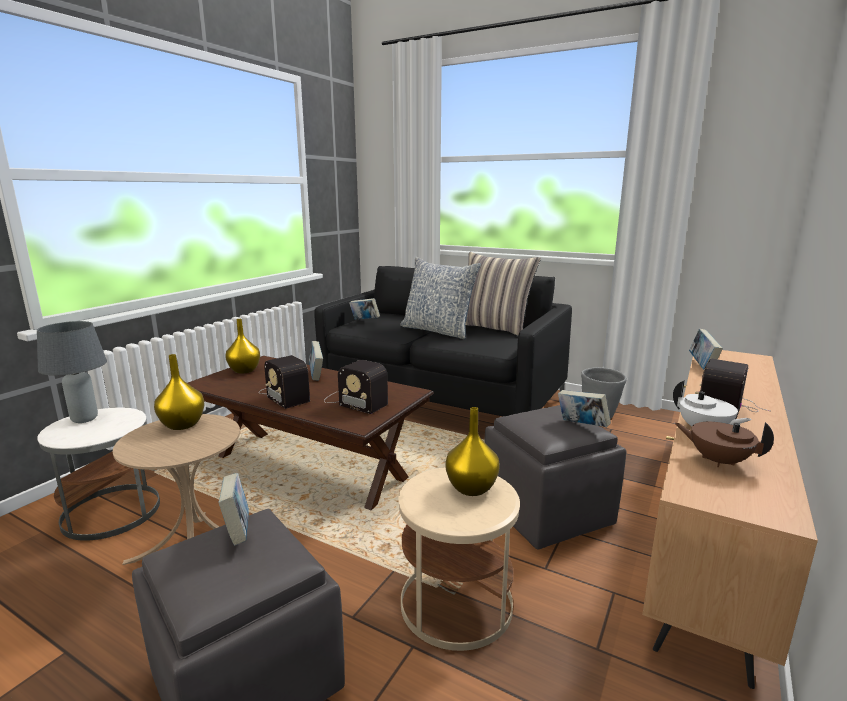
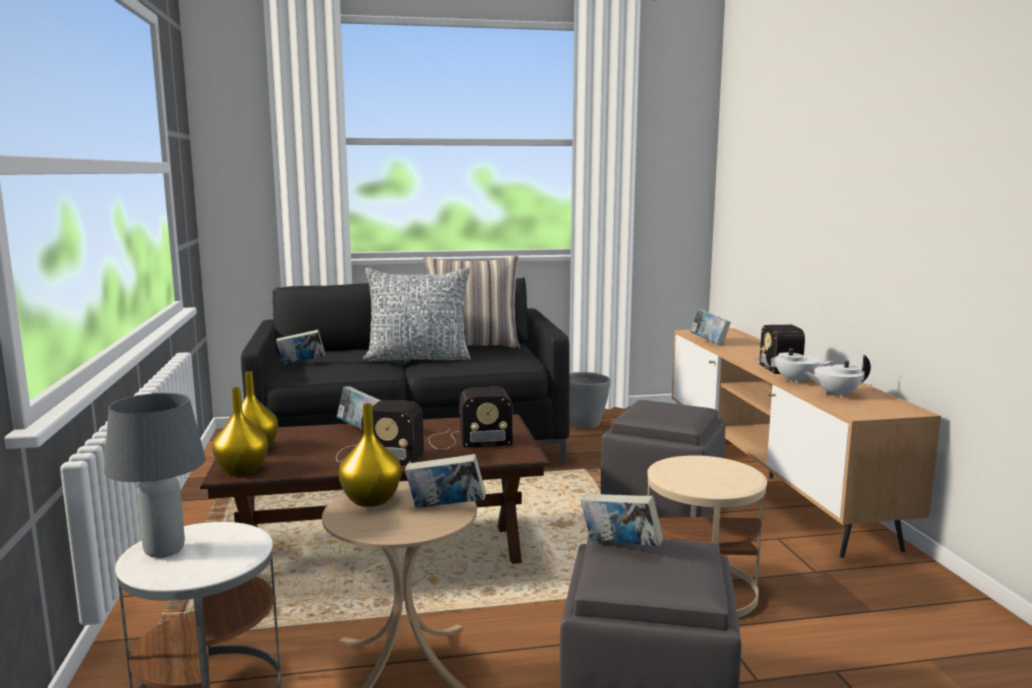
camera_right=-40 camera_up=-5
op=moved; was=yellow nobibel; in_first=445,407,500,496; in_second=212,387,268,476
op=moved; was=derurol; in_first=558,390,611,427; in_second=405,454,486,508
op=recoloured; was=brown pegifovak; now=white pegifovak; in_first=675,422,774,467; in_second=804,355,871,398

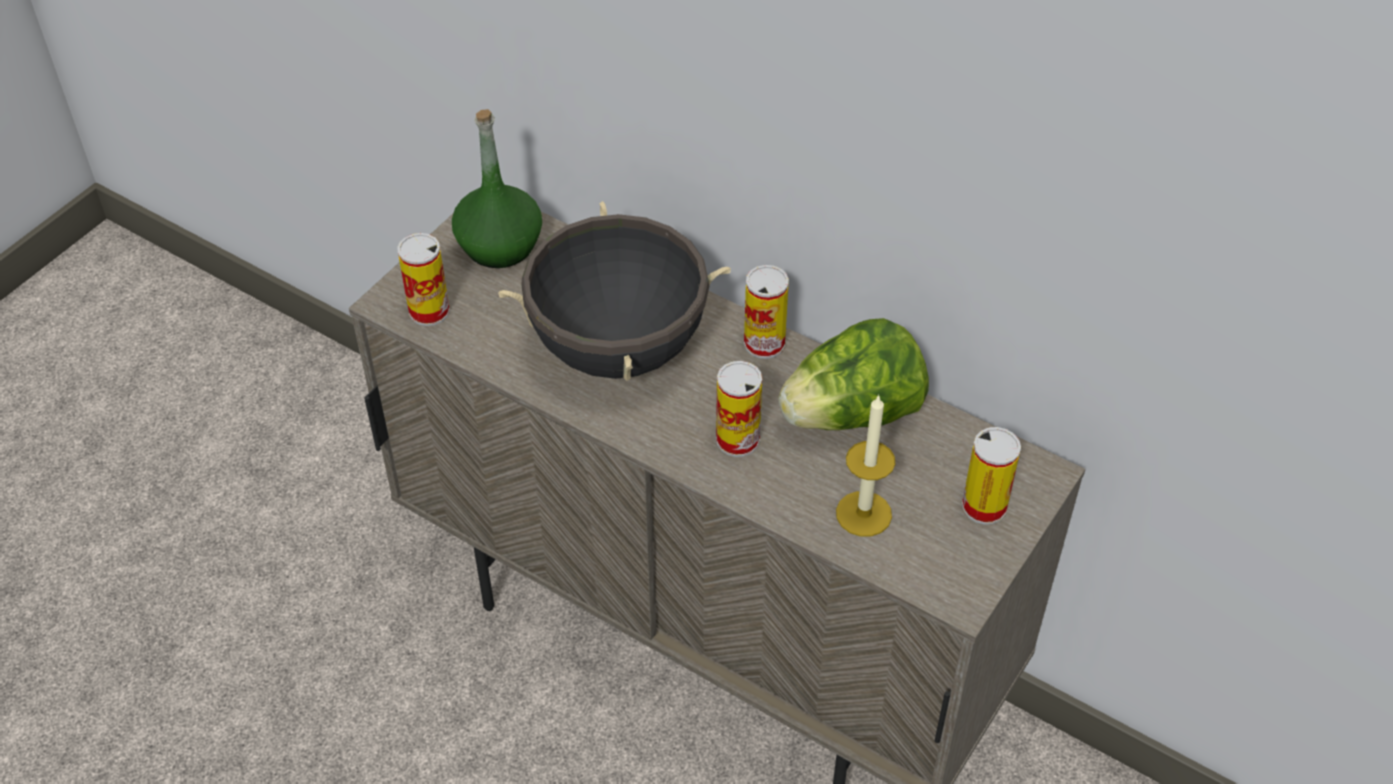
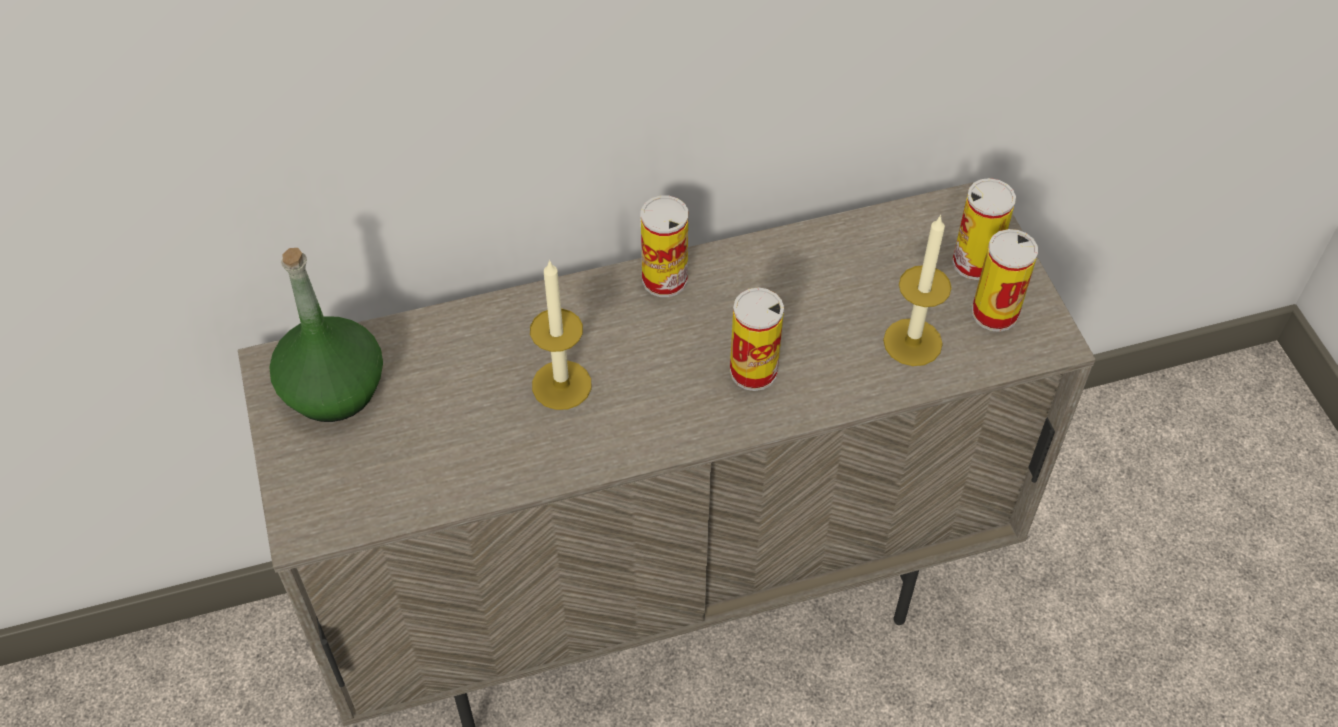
camera_right=-50 camera_up=5
op=replaced; was=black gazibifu; now=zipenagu; in_first=498,201,731,381; in_second=530,260,591,410
op=moved; was=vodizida; in_first=397,233,450,326; in_second=972,229,1038,332
op=removed; was=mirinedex; in_first=778,318,929,430

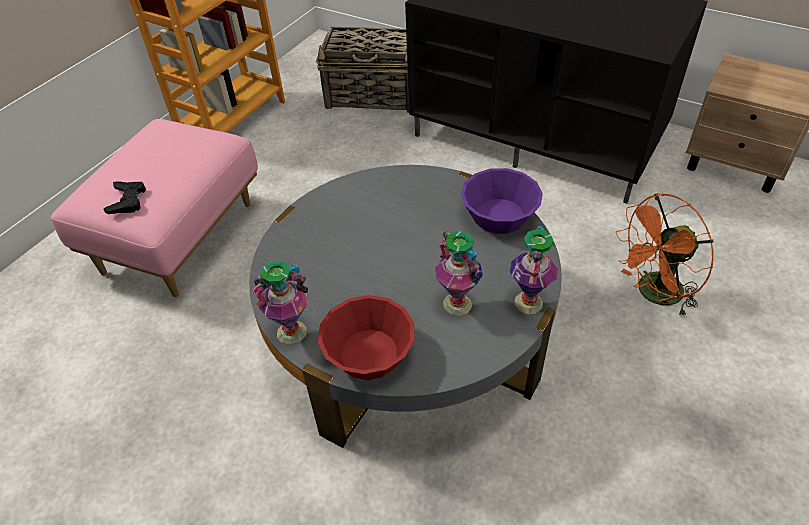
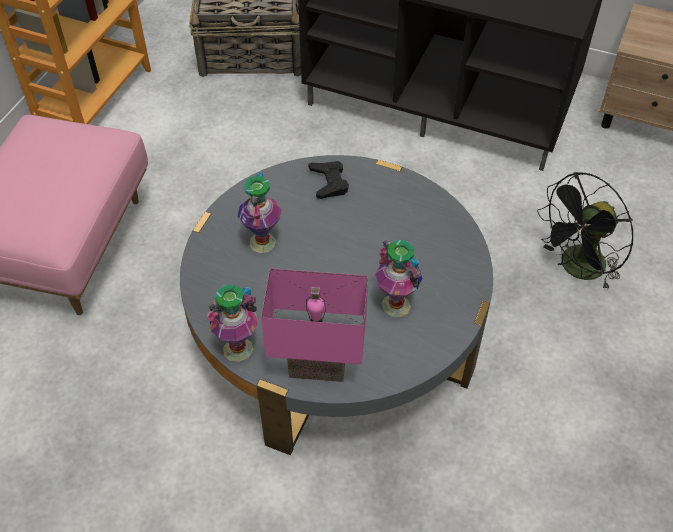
camera_right=-10 camera_up=5
op=moved; was=nobibel; in_first=510,226,558,314; in_second=237,173,282,253
op=replaced; was=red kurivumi; now=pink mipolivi; in_first=318,295,414,380; in_second=261,268,368,382
op=moved; was=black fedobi; in_first=104,181,146,214; in_second=309,161,349,199
op=recoloured; was=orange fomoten; now=black fomoten; in_first=616,193,714,317; in_second=537,172,633,290
op=removed; was=purple kurivumi; in_first=461,168,543,234

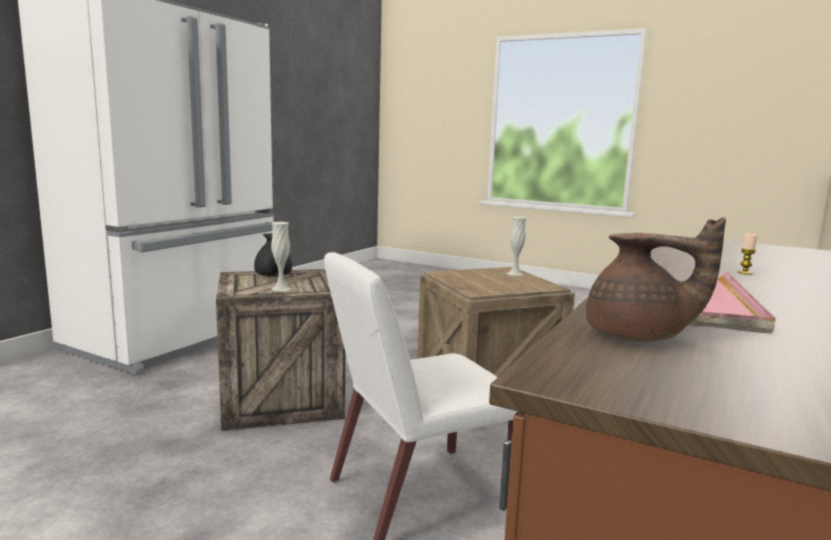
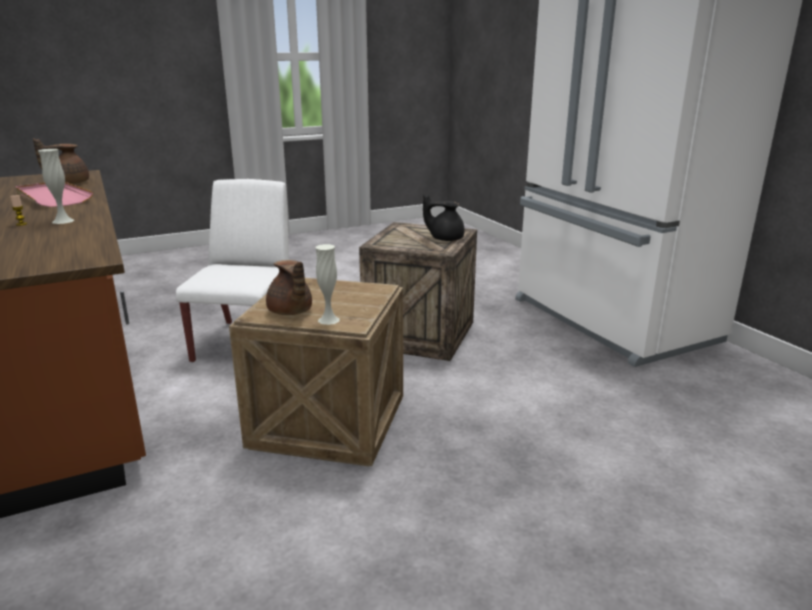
camera_right=125 camera_up=10
op=moved; was=white nobibel; in_first=271,222,291,291; in_second=38,149,74,224
op=added; now=brown pegifovak; in_second=266,260,312,315

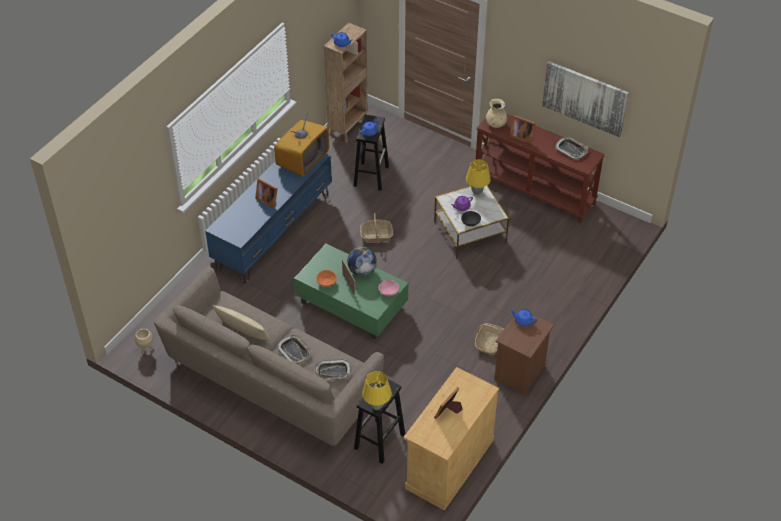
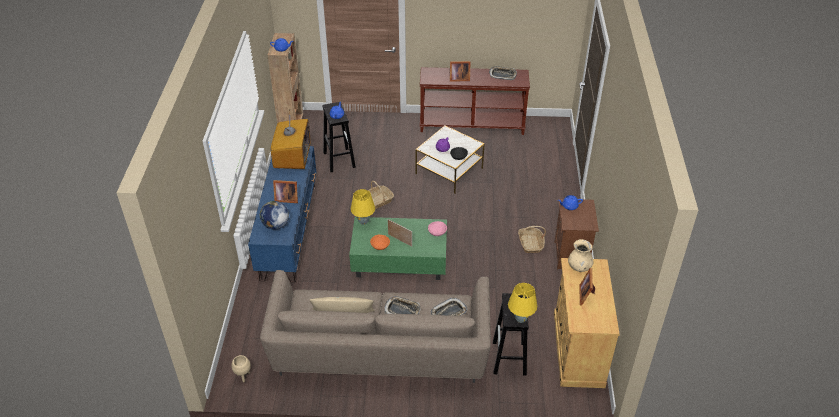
camera_right=-30 camera_up=-5
op=moved; was=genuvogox; in_first=347,247,377,276; in_second=259,201,289,230
op=moved; was=yellow mipolivi; in_first=466,159,491,195; in_second=351,189,375,225
op=moved; was=beige nobibel; in_first=486,98,507,128; in_second=568,239,593,272
op=removed; was=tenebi; in_first=542,61,628,137

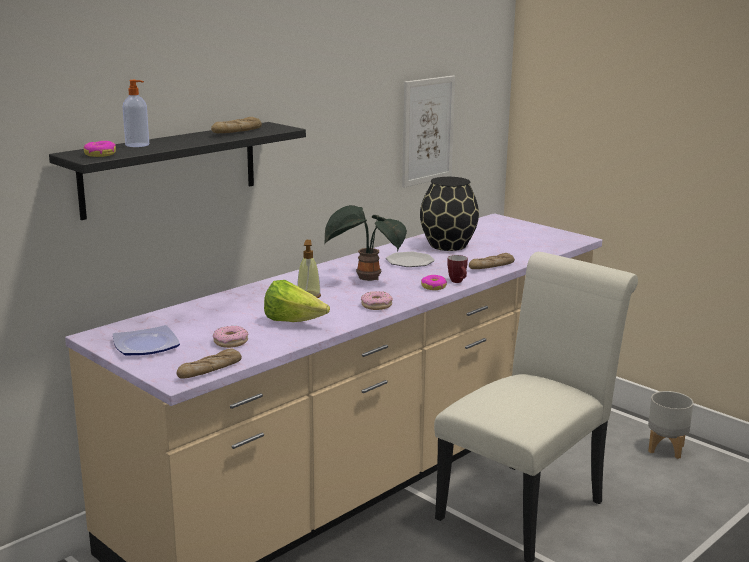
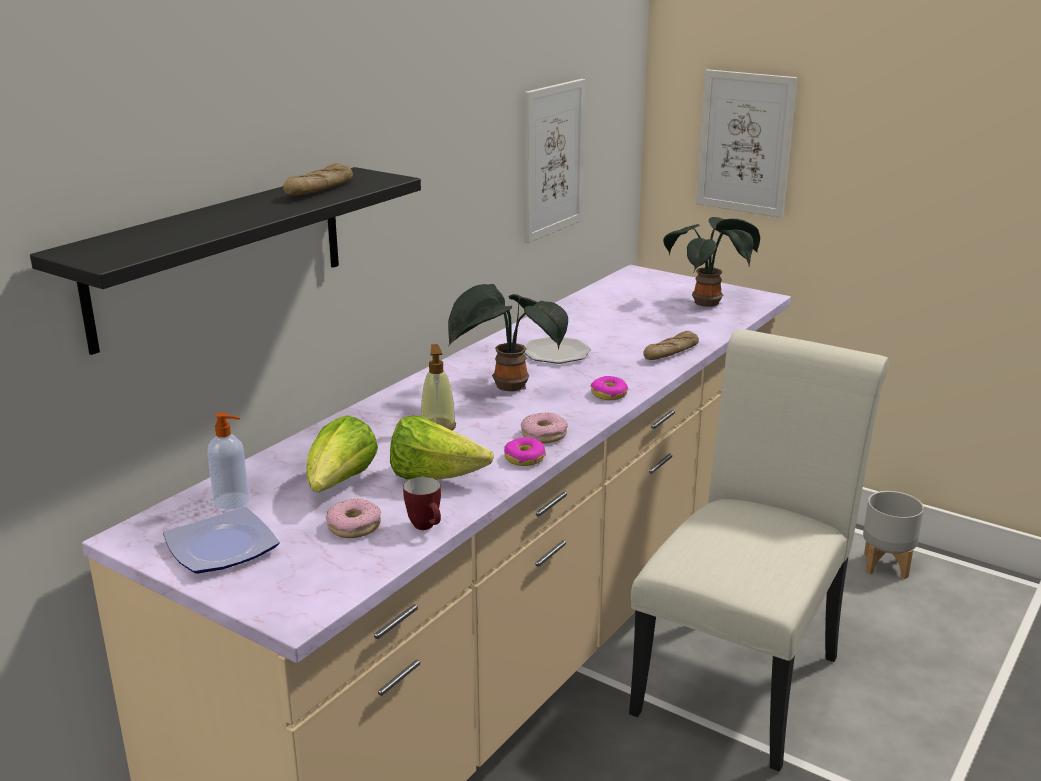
camera_right=-10 camera_up=5
op=moved; was=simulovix; in_first=123,80,149,147; in_second=207,412,249,509
op=added; now=mirinedex; in_second=306,415,378,492
op=moved; was=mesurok; in_first=447,255,468,283; in_second=403,477,441,530
op=moved; was=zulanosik; in_first=83,141,116,157; in_second=504,437,546,466
op=added; now=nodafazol; in_second=663,217,760,307
op=added; now=tenebi; in_second=696,69,797,218
op=removed; was=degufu; in_first=177,348,242,379
op=removed; was=black nobibel; in_first=420,177,479,251

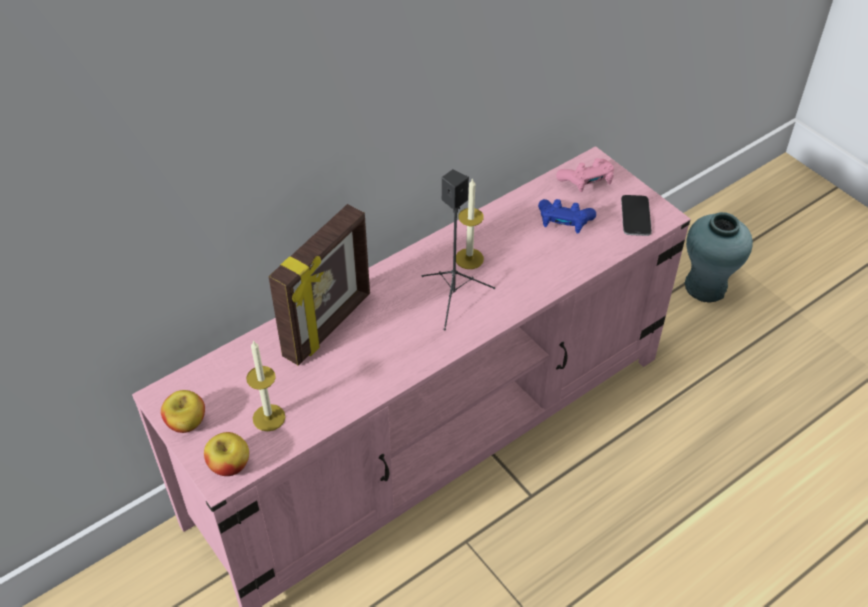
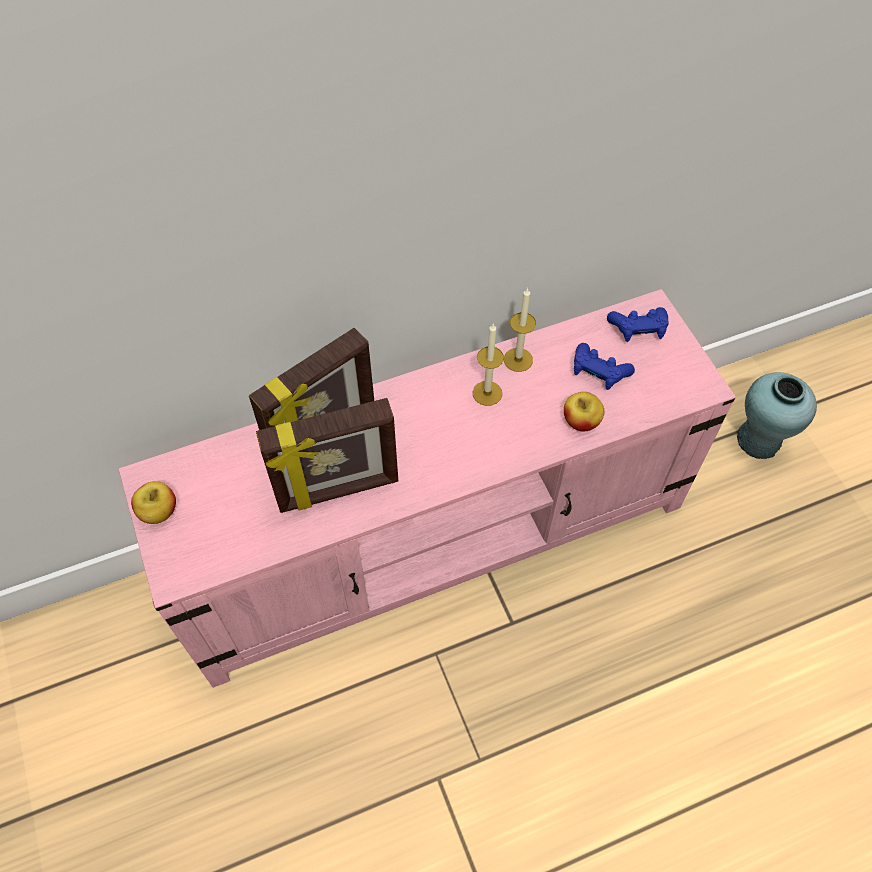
camera_right=15 camera_up=10
op=added; now=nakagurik; in_second=256,398,398,513
op=moved; was=zipenagu; in_first=246,340,285,431; in_second=504,288,536,372
op=moved; was=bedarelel; in_first=204,432,249,476; in_second=564,392,604,431
op=recoloured; was=pink fedobi; now=blue fedobi; in_first=556,158,614,192; in_second=607,307,669,342
op=removed; was=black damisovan; in_first=422,169,495,331
op=removed; was=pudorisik; in_first=621,195,652,236

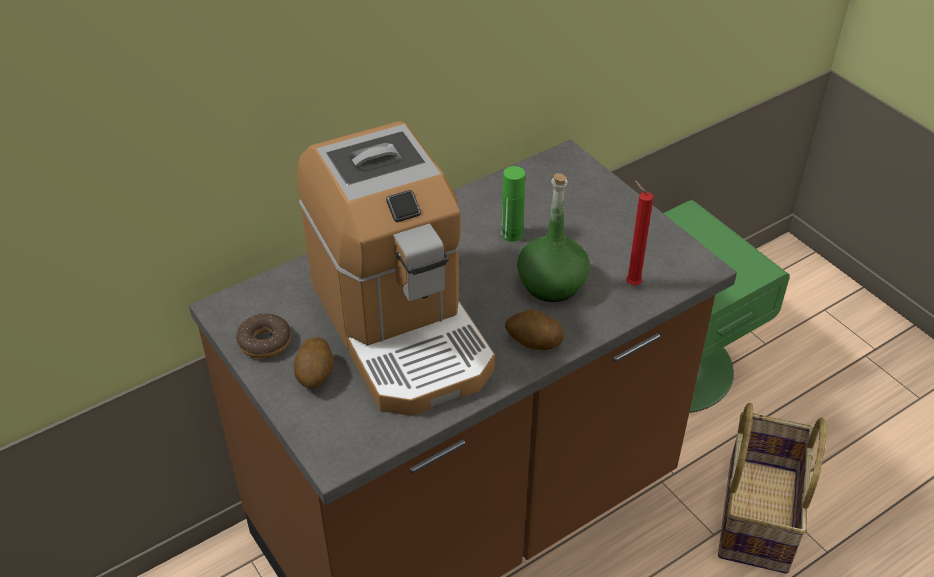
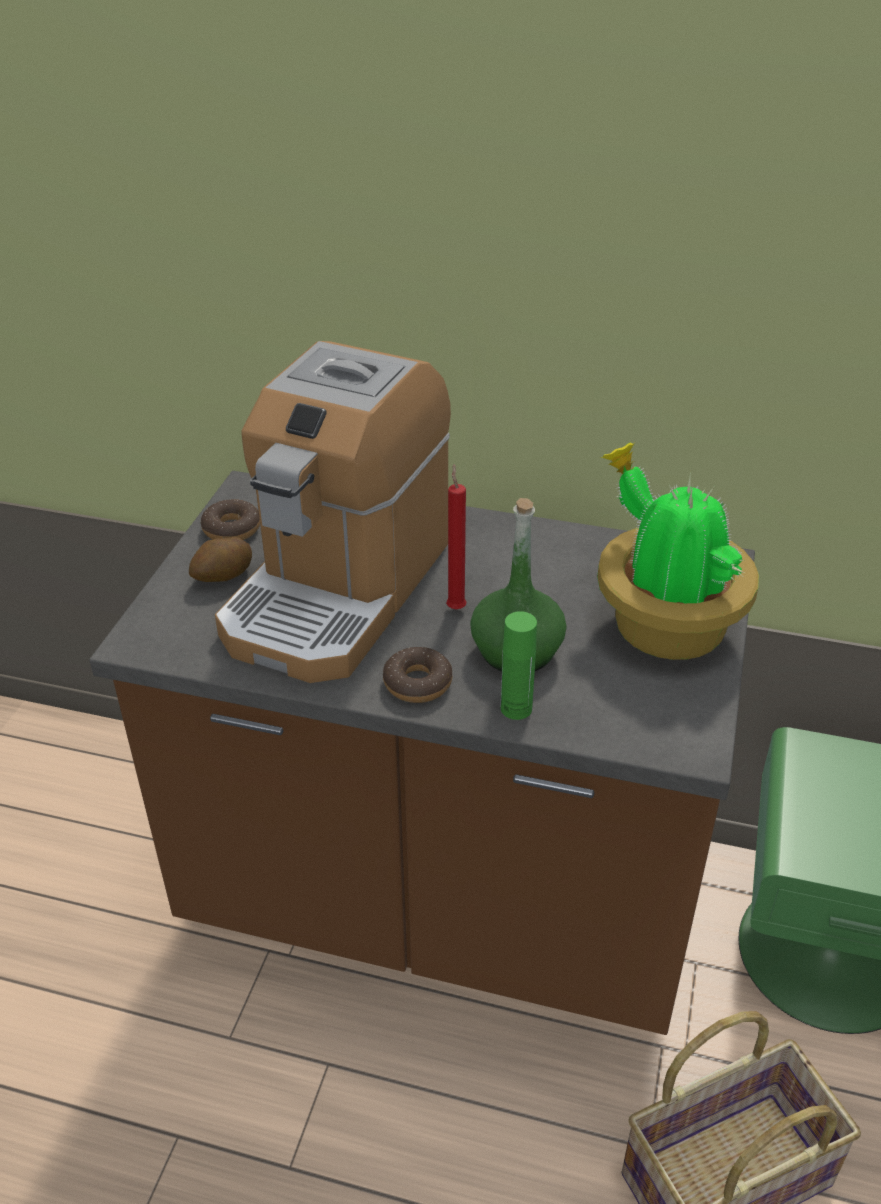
camera_right=50 camera_up=-5
op=replaced; was=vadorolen; now=zulanosik; in_first=505,310,564,350; in_second=383,647,453,703
op=moved; was=red zipenagu; in_first=626,181,653,285; in_second=446,464,467,610
op=moved; was=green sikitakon; in_first=501,166,525,242; in_second=501,611,537,720
op=added; now=nodafazol; in_second=597,442,759,660

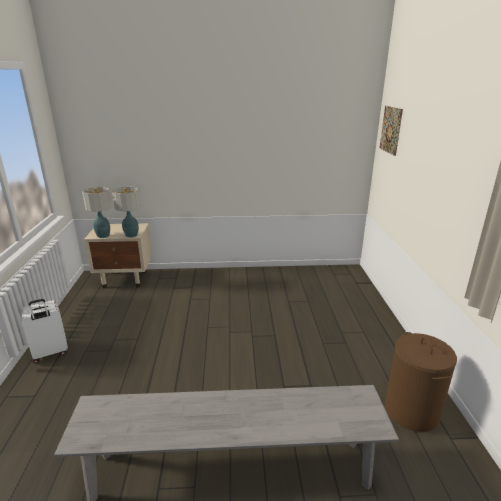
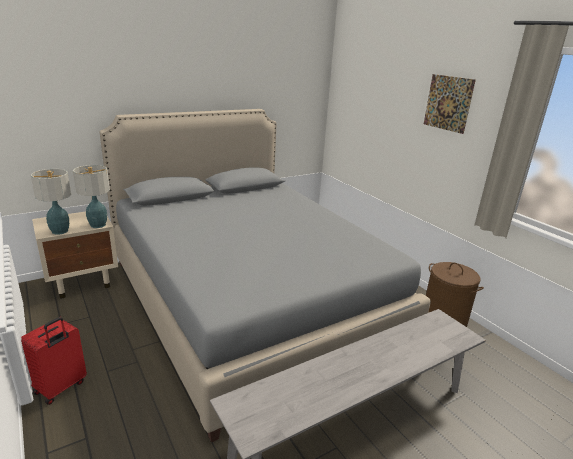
camera_right=-30 camera_up=0
op=recoloured; was=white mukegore; now=red mukegore; in_first=21,299,68,363; in_second=21,317,87,405
op=added; now=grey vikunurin; in_second=100,109,431,442
op=moved; was=tenebi; in_first=380,106,403,156; in_second=424,74,476,134

